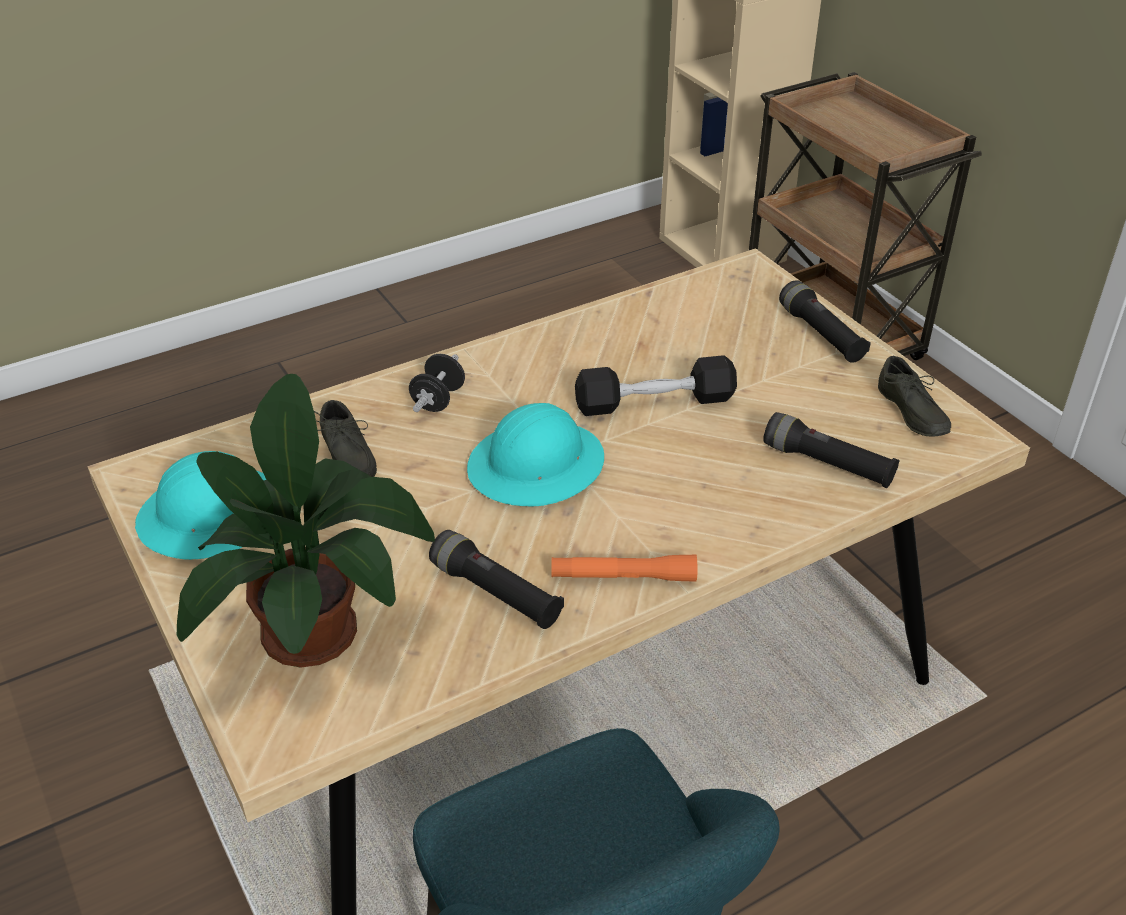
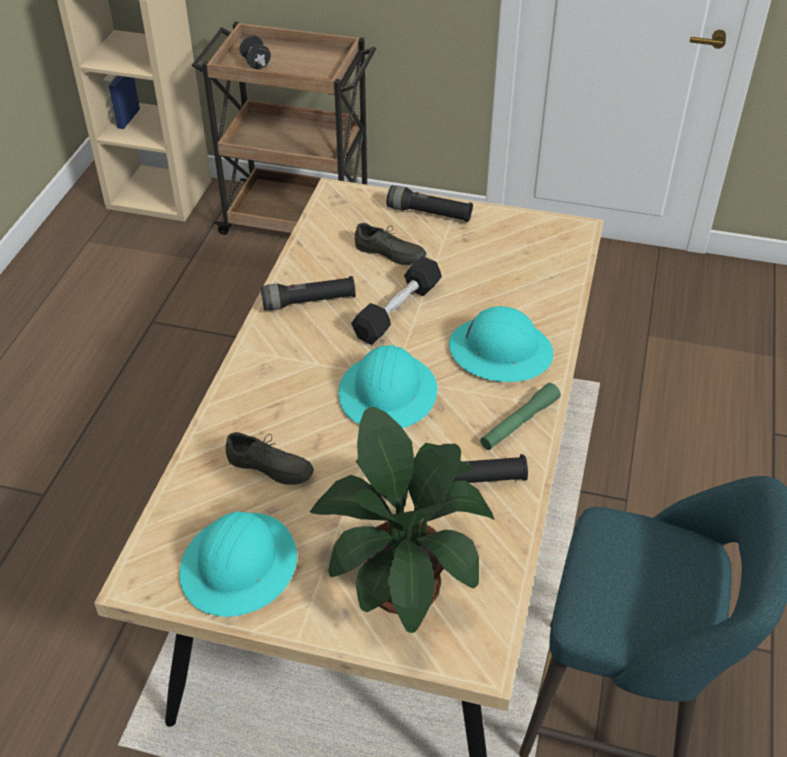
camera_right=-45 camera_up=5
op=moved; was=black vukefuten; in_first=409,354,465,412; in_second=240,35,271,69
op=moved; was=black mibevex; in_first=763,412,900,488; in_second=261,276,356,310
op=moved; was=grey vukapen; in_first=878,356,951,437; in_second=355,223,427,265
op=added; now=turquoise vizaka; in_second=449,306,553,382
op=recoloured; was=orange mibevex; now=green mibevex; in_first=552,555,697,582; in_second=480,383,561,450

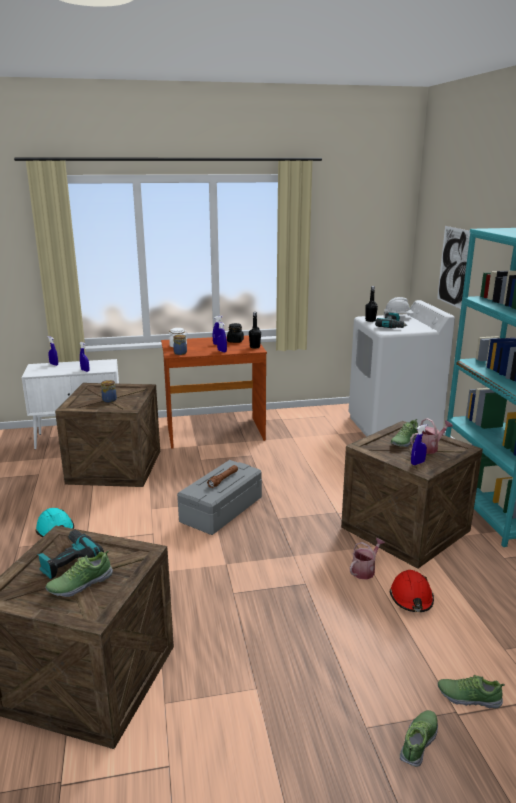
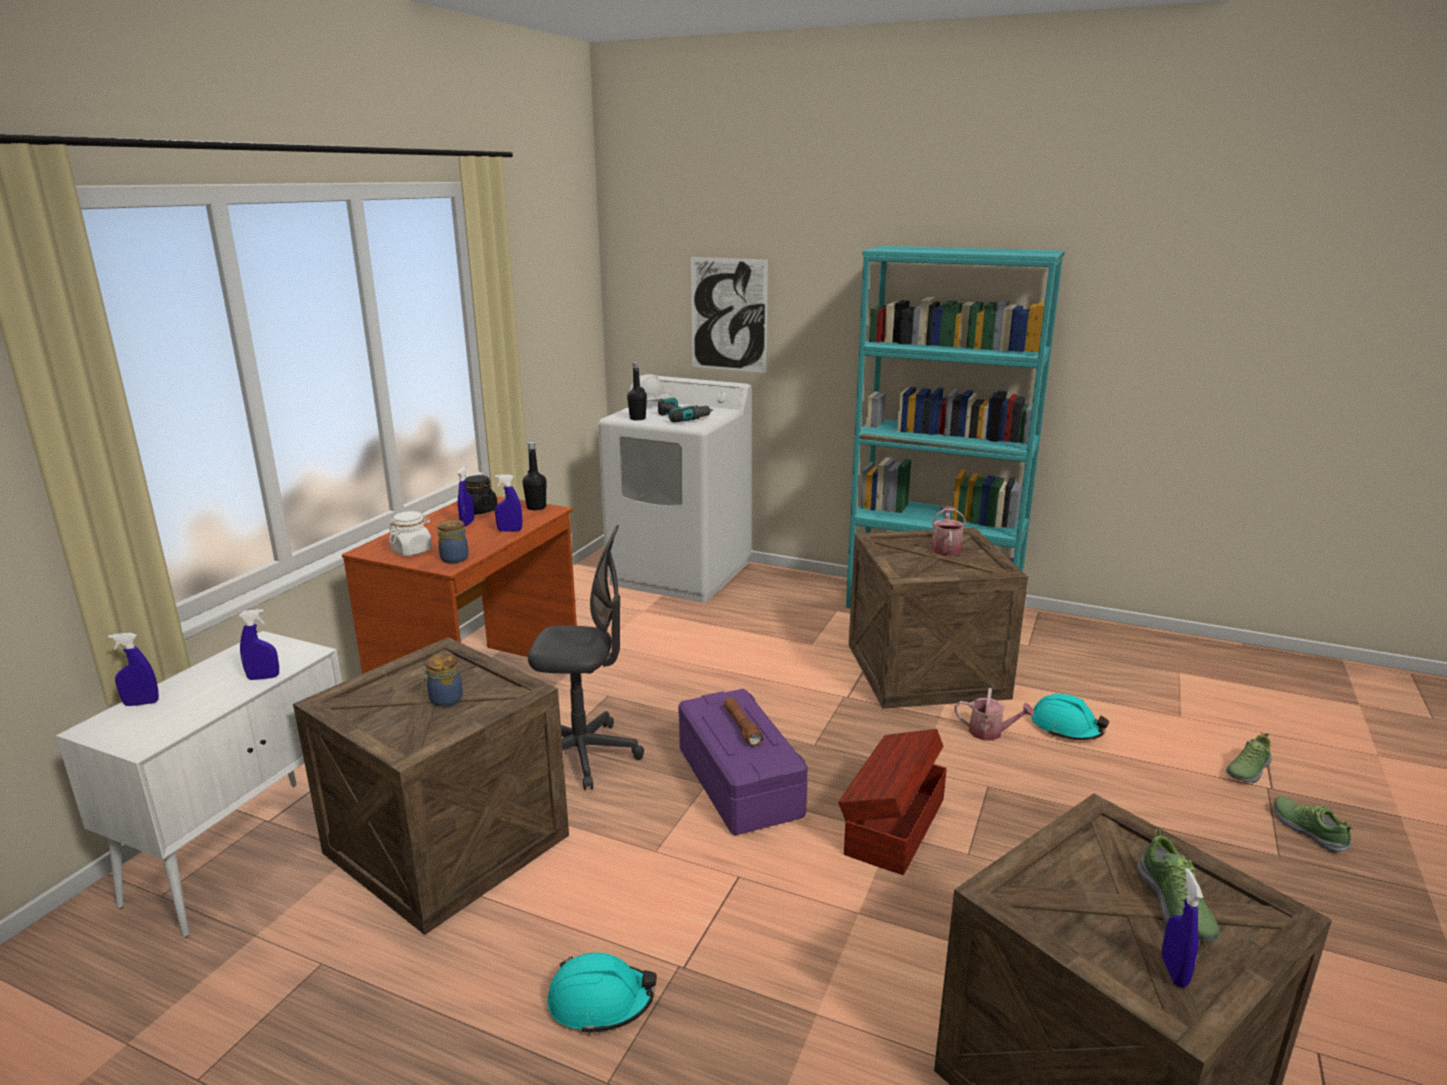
camera_right=-55 camera_up=0
op=added; now=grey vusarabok; in_second=528,525,644,790
op=recoloured; was=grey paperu; now=purple paperu; in_first=177,460,262,535; in_second=678,689,808,835
op=added; now=brown paperu; in_second=838,729,947,875
op=turned; was=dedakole; in_first=350,538,385,580; in_second=955,688,1034,741; clockwise=120
op=recoloured; was=red vizaka; now=turquoise vizaka; in_first=390,570,434,612; in_second=1031,694,1109,740
op=moved; was=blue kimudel; in_first=411,424,427,465; in_second=1162,868,1203,988
op=removed; was=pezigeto; in_first=37,530,104,579
op=removed; was=vukapen; in_first=391,419,418,447

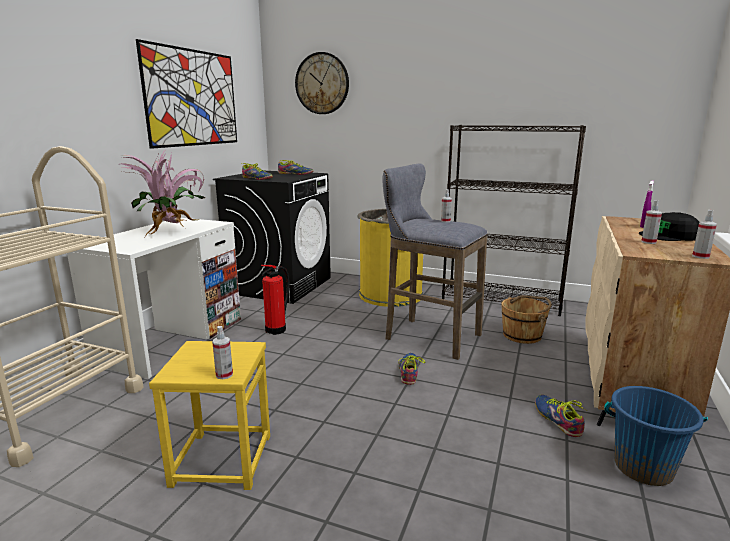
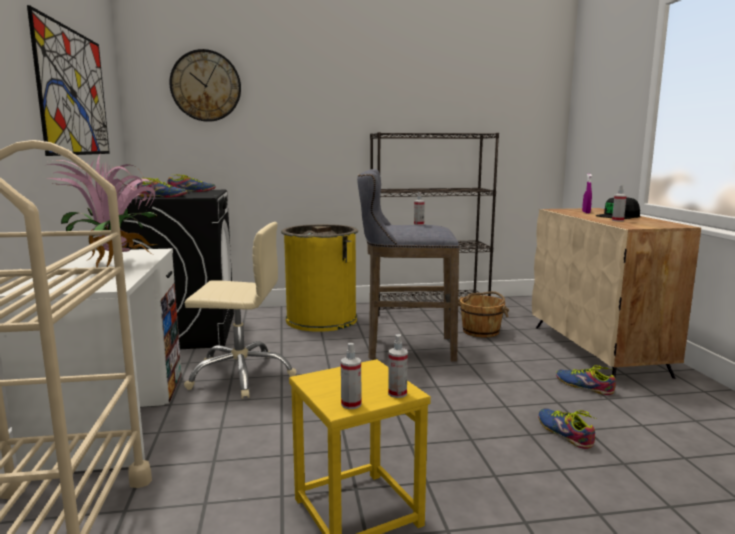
camera_right=-30 camera_up=-5
op=replaced; was=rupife; now=beige vusarabok; in_first=261,265,290,335; in_second=184,222,297,399
op=moved; was=kimudel; in_first=692,210,717,259; in_second=341,343,361,409
op=moved; was=vukapen; in_first=398,353,425,385; in_second=538,408,597,449
op=removed; was=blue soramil; in_first=604,386,708,486

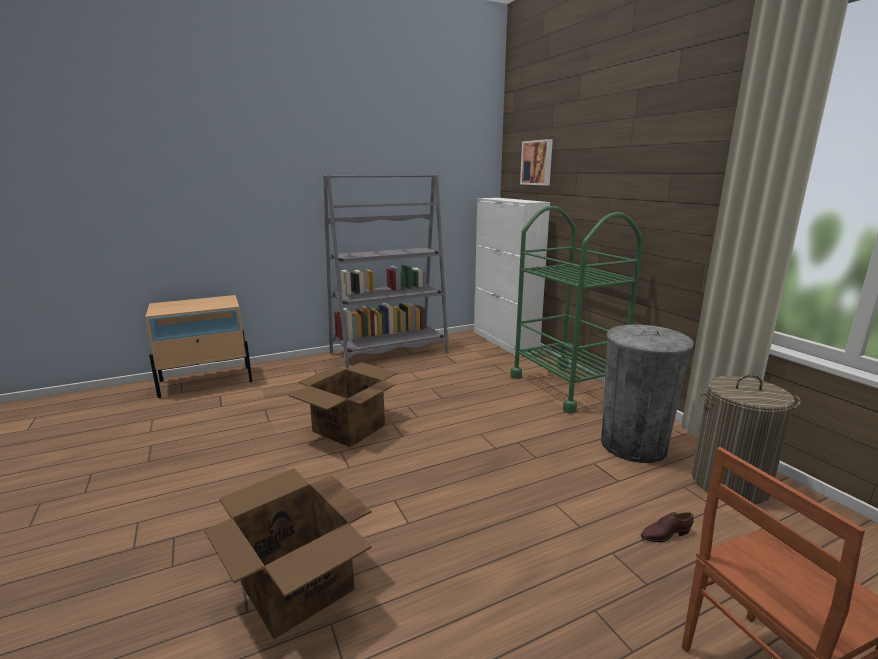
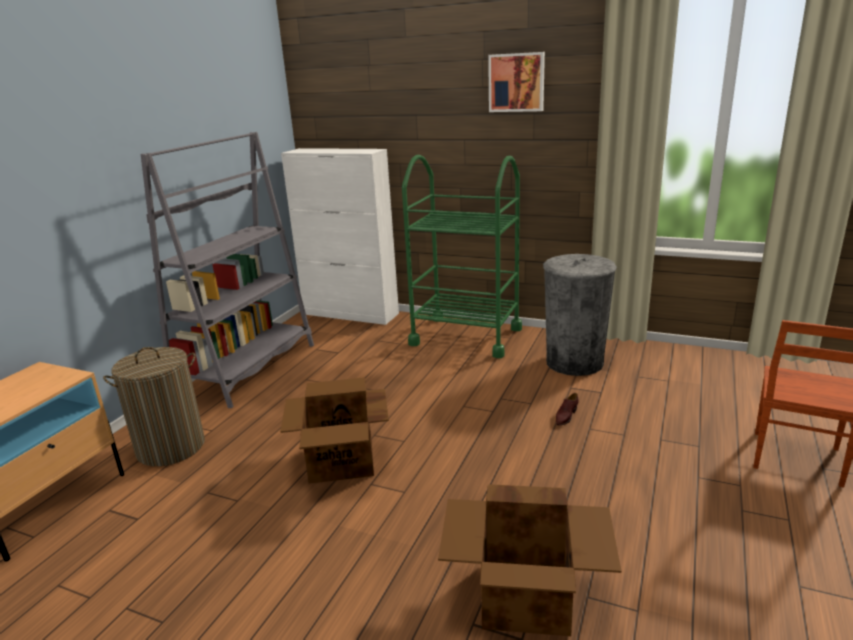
camera_right=-40 camera_up=5
op=moved; was=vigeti; in_first=691,374,801,504; in_second=103,347,205,466
op=moved; was=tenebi; in_first=520,139,553,185; in_second=488,52,545,112
op=moved; was=brown vukapen; in_first=641,512,694,542; in_second=556,393,579,426

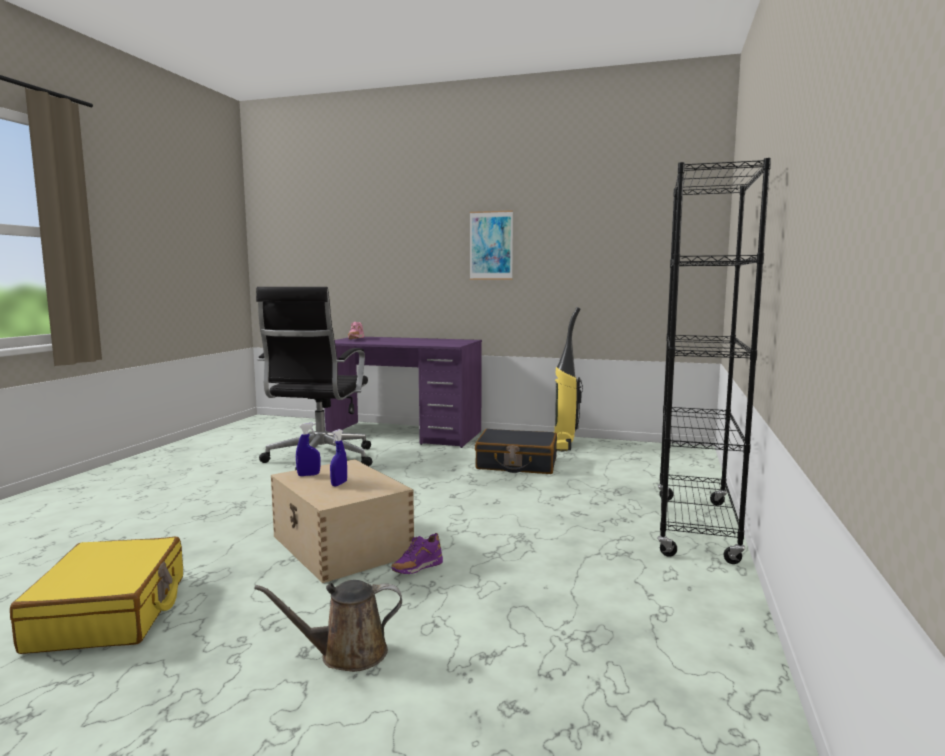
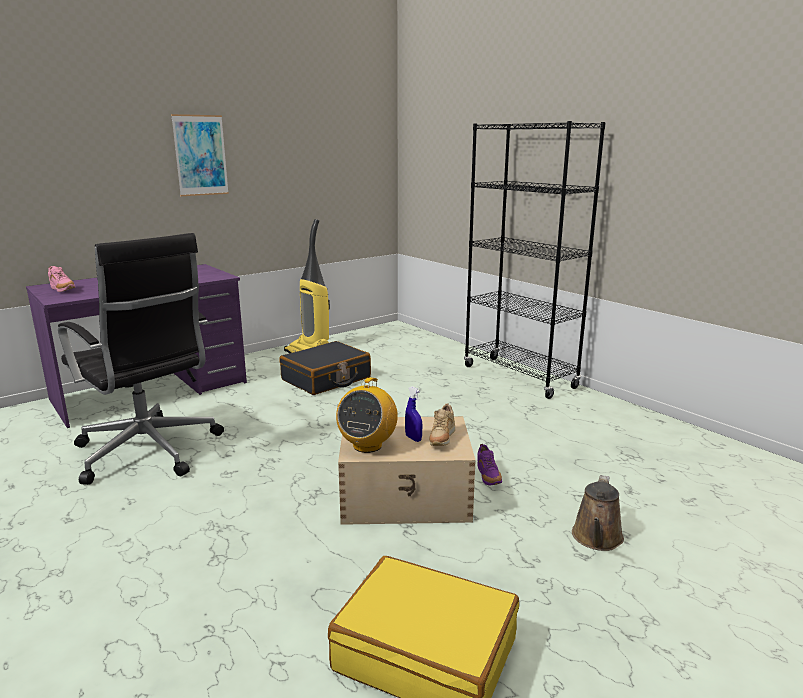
camera_right=-55 camera_up=10
op=replaced; was=blue kimudel; now=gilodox; in_first=296,423,320,476; in_second=336,377,398,453
op=added; now=beige vukapen; in_second=429,404,455,446

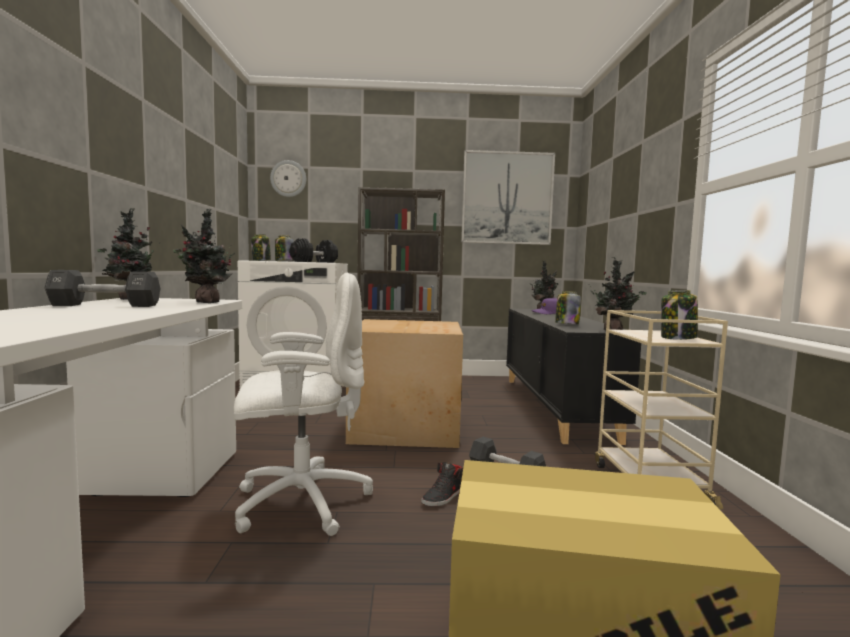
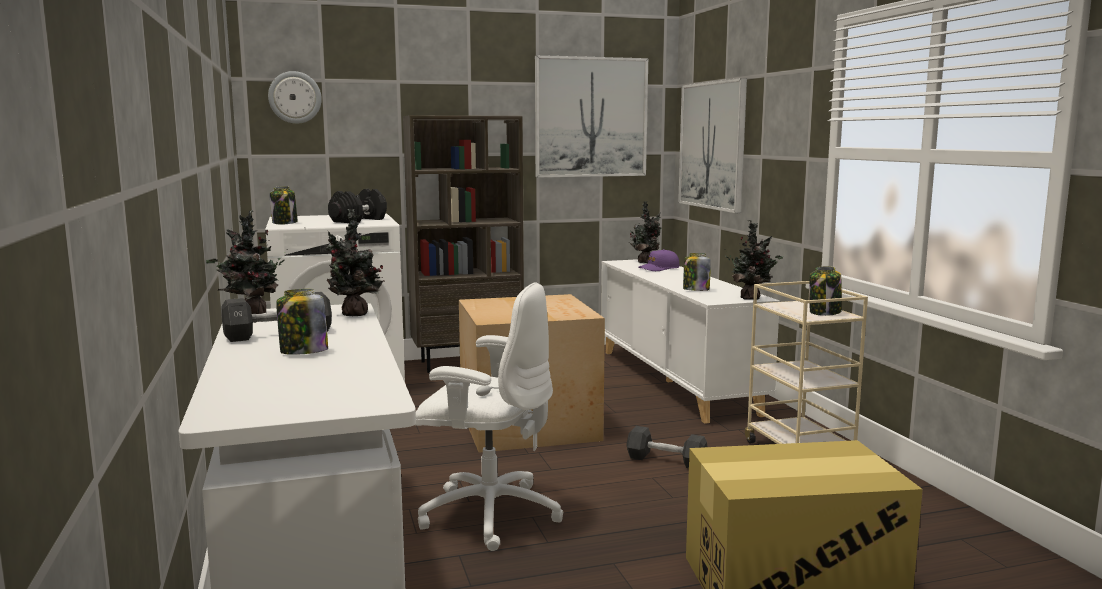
camera_right=-15 camera_up=5
op=moved; was=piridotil; in_first=275,235,294,262; in_second=276,289,328,355
op=turned; was=white vusarabok; in_first=234,272,373,536; in_second=415,282,564,551; clockwise=45
op=recoloured; was=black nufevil; now=white nufevil; in_first=506,308,641,445; in_second=601,259,780,424
op=added; now=tenebi; in_second=678,78,747,213
op=removed; was=black vukapen; in_first=421,462,463,507

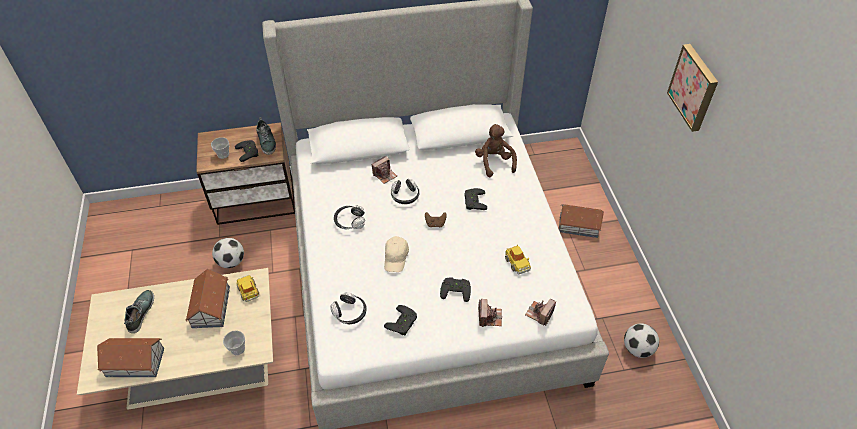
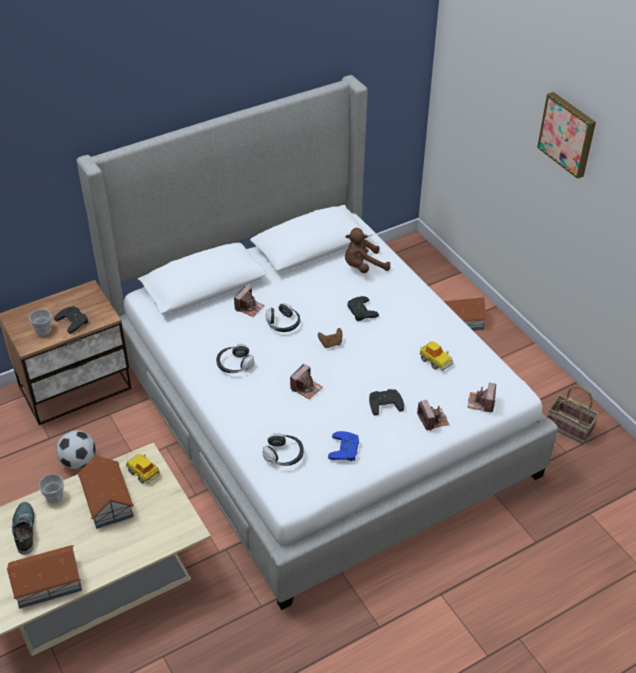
camera_right=-20 camera_up=-5
op=moved; was=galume; in_first=223,330,245,355; in_second=39,474,64,503
op=replaced; was=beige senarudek; now=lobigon; in_first=384,236,409,272; in_second=290,363,323,399
op=recoloured; was=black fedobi; now=blue fedobi; in_first=384,305,417,335; in_second=328,431,359,461
op=turned; was=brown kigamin; in_first=475,124,517,177; in_second=345,228,391,273; clockwise=-75
op=replaced; was=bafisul; now=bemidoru; in_first=624,323,659,358; in_second=547,386,599,444
op=removed; was=vukapen; in_first=256,117,276,155

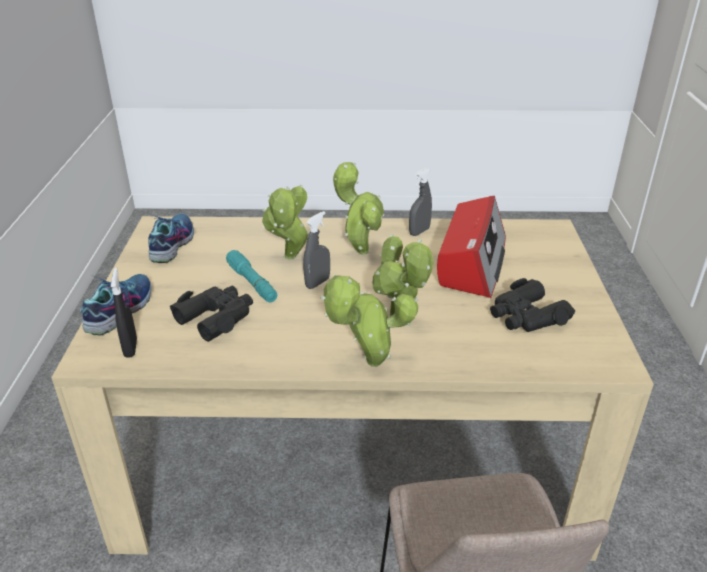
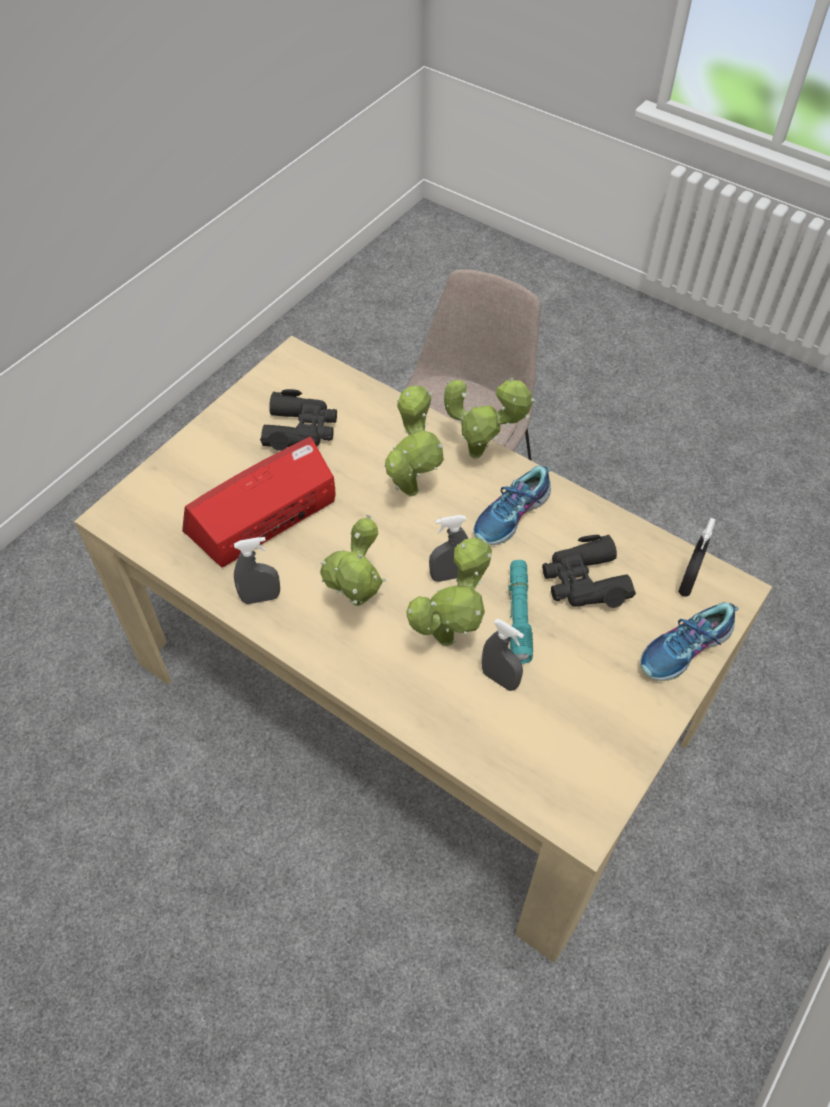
camera_right=-145 camera_up=20
op=moved; was=vukapen; in_first=148,214,194,263; in_second=473,466,551,545
op=added; now=grey kimudel; in_second=482,619,524,691

